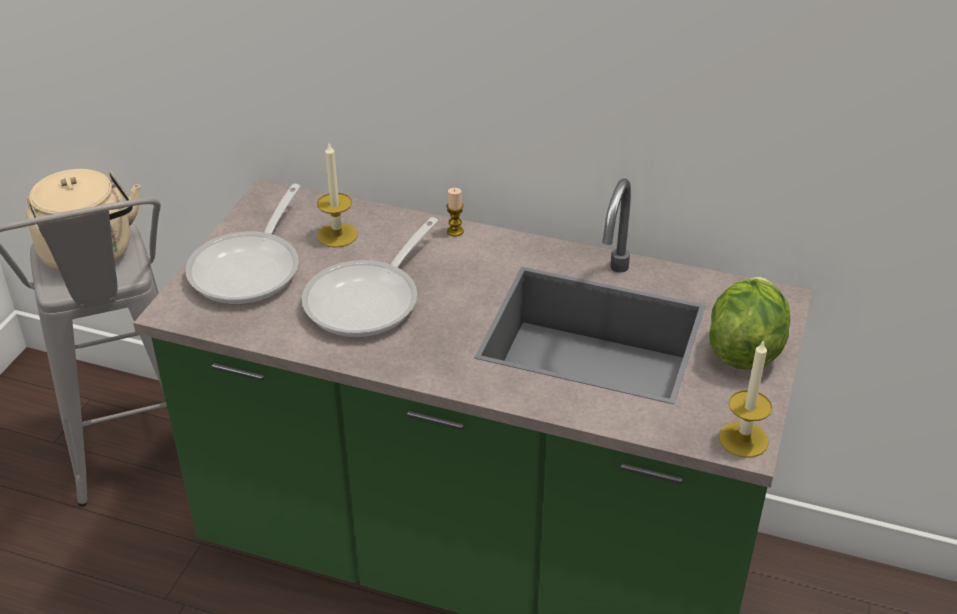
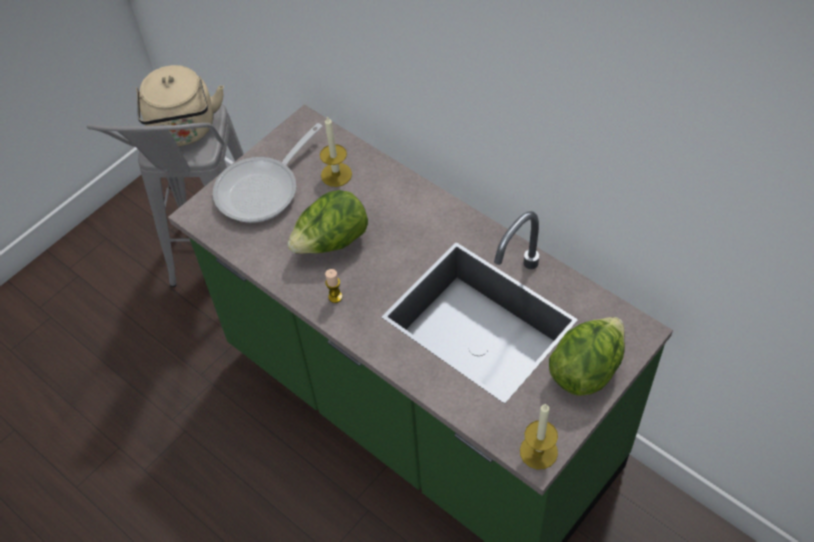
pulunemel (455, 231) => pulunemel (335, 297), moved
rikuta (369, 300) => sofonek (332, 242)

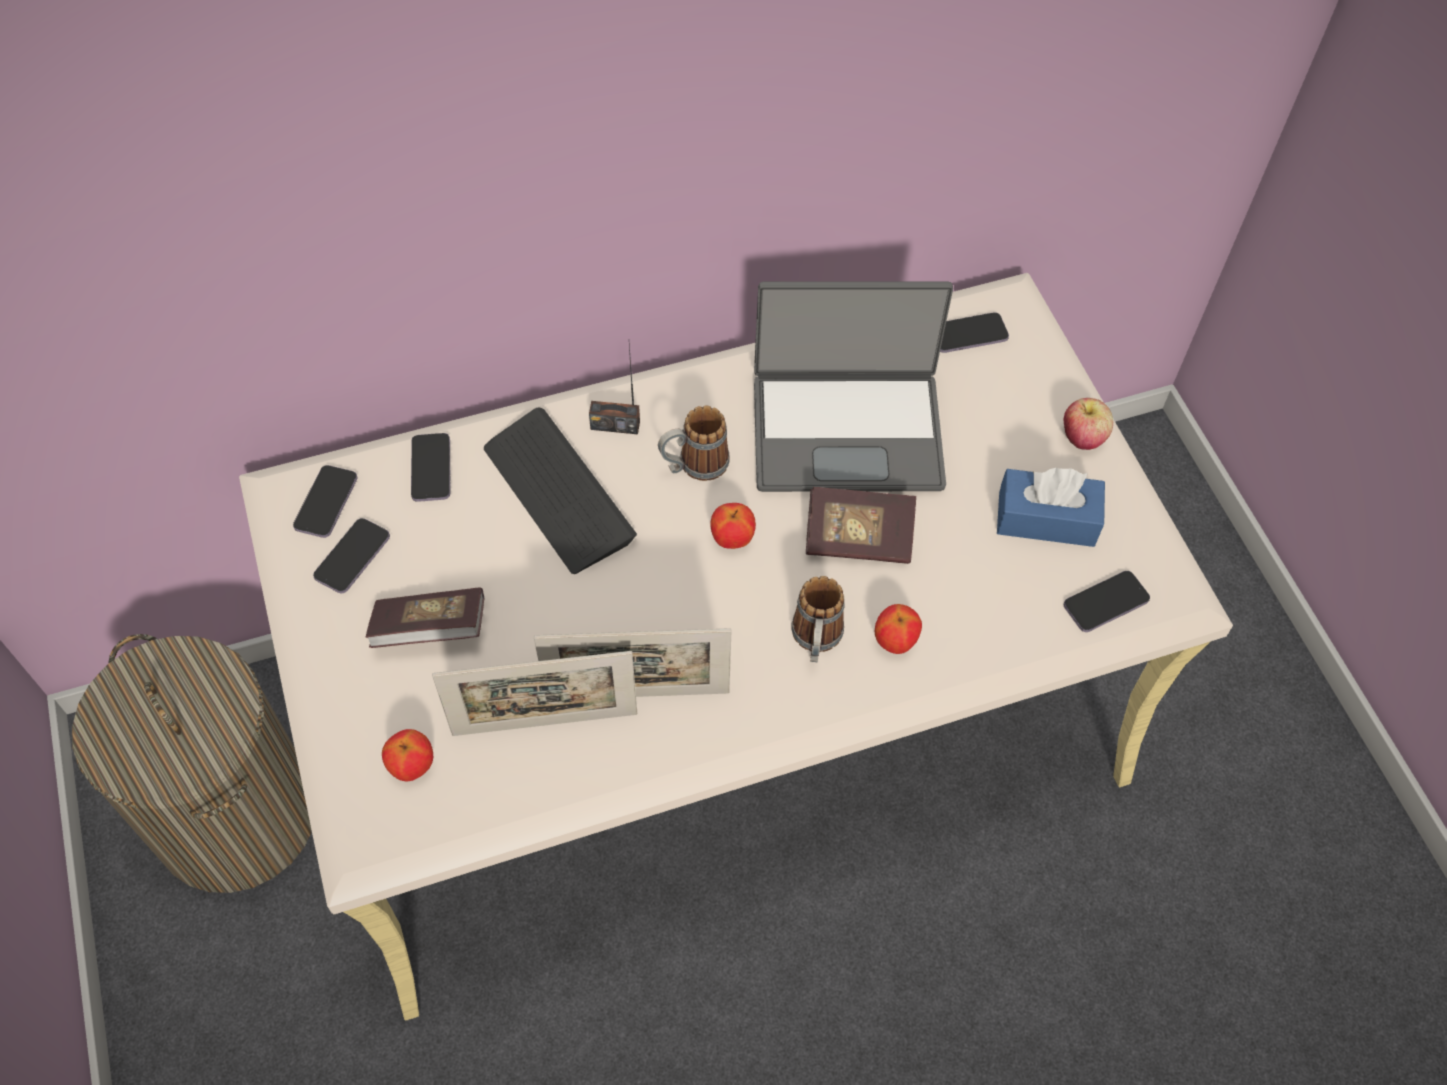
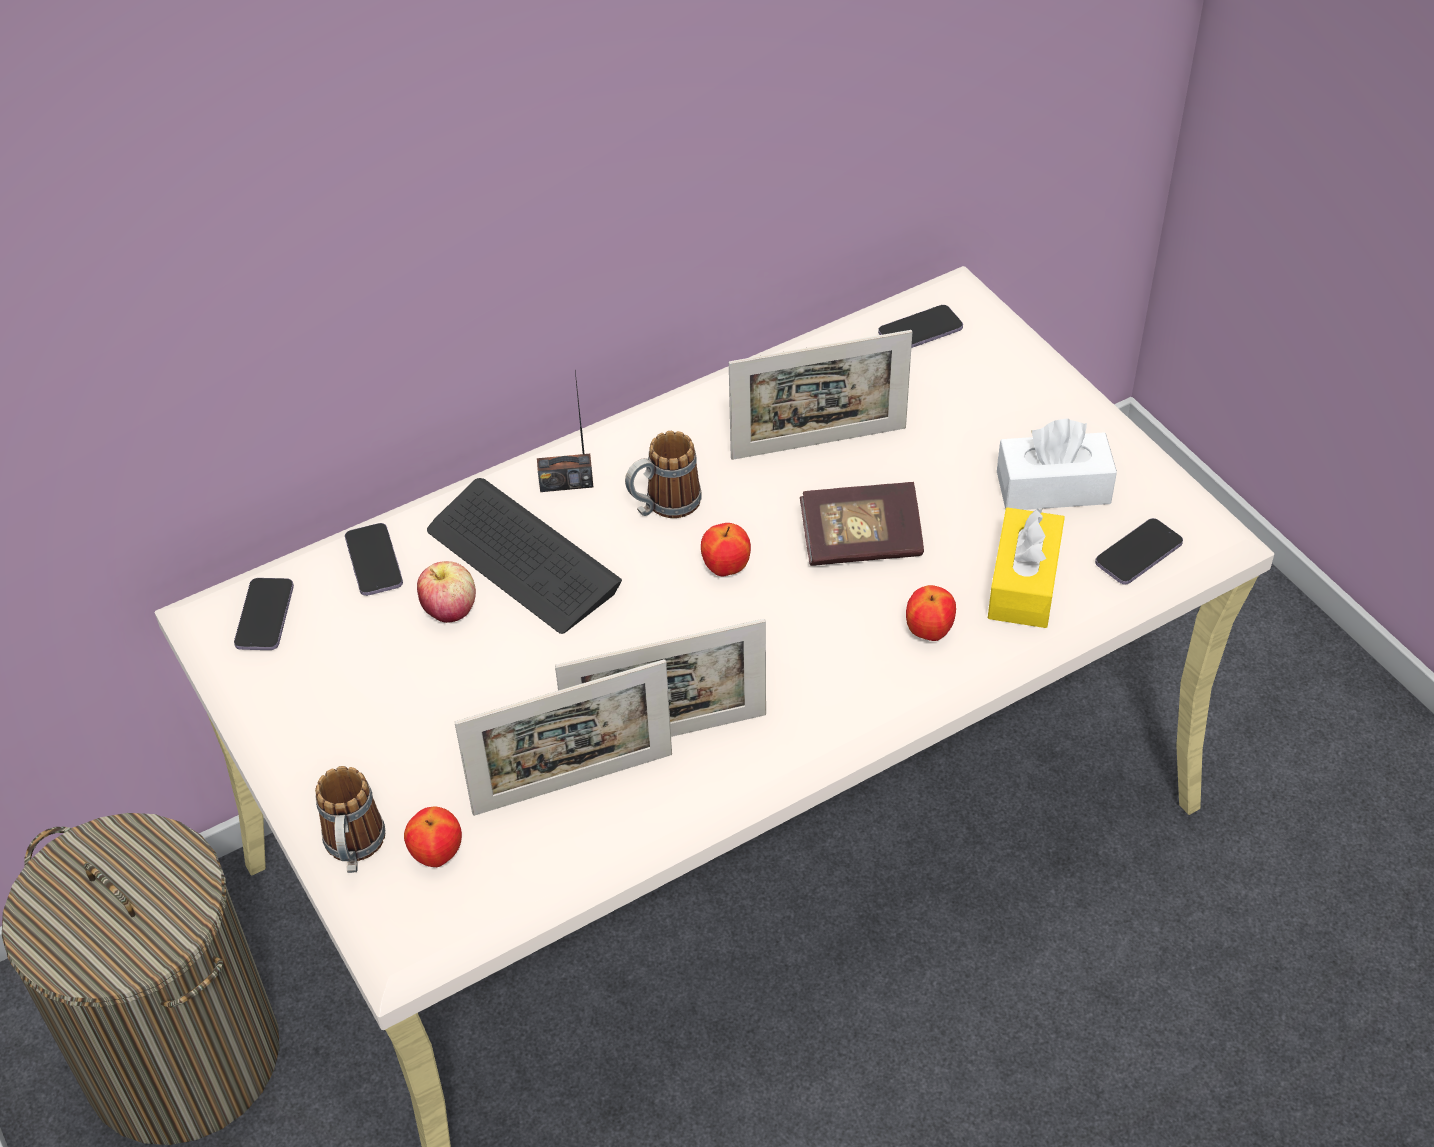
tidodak (847, 430) => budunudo (818, 443)
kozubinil (1082, 438) => kozubinil (450, 610), moved
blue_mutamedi (1046, 519) => white_mutamedi (1053, 488)
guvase (352, 557) => nothing
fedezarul (816, 641) => fedezarul (354, 850), moved
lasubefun (430, 629) => nothing
nothing => yellow_mutamedi (1024, 583)

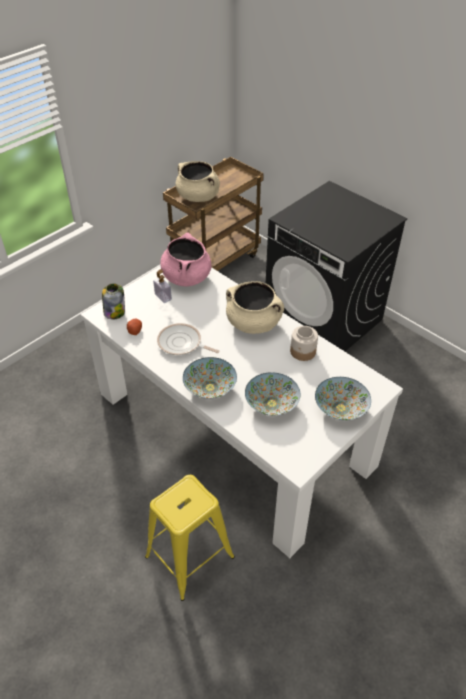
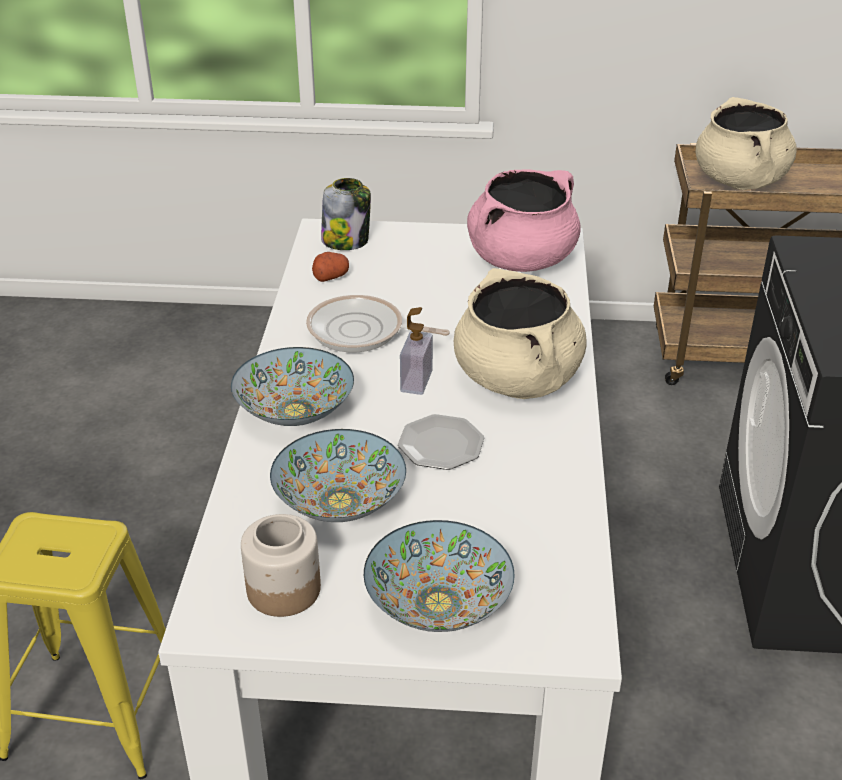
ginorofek (163, 297) => ginorofek (416, 381), moved
rikuta (181, 343) => rikuta (361, 332), 60 degrees counterclockwise
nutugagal (303, 352) => nutugagal (283, 590), moved
nothing => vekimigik (441, 444)

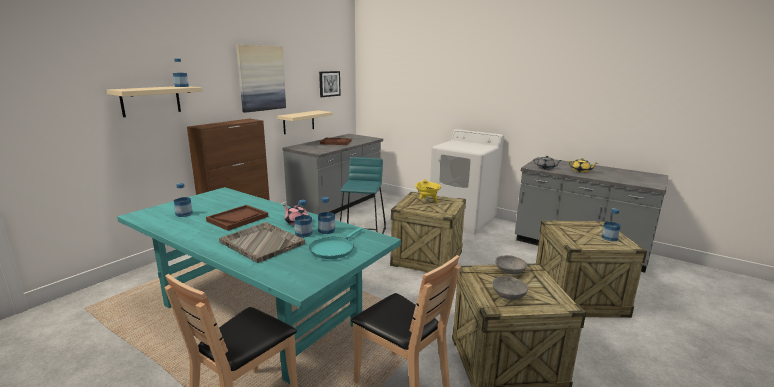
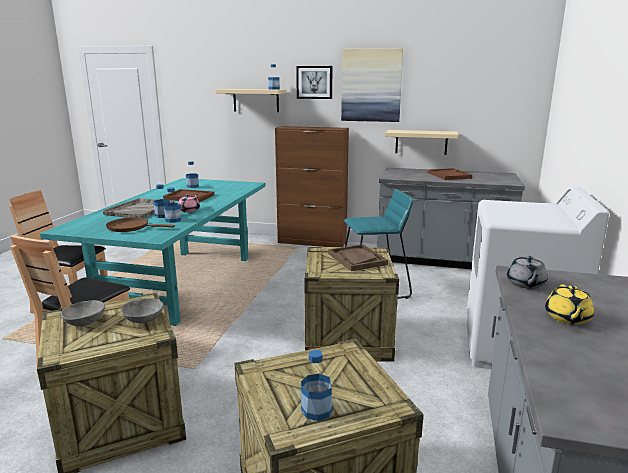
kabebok (329, 83) => kabebok (314, 82), moved
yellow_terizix (427, 201) => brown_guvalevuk (357, 259)
turquoise_rikuta (333, 249) => brown_rikuta (131, 227)

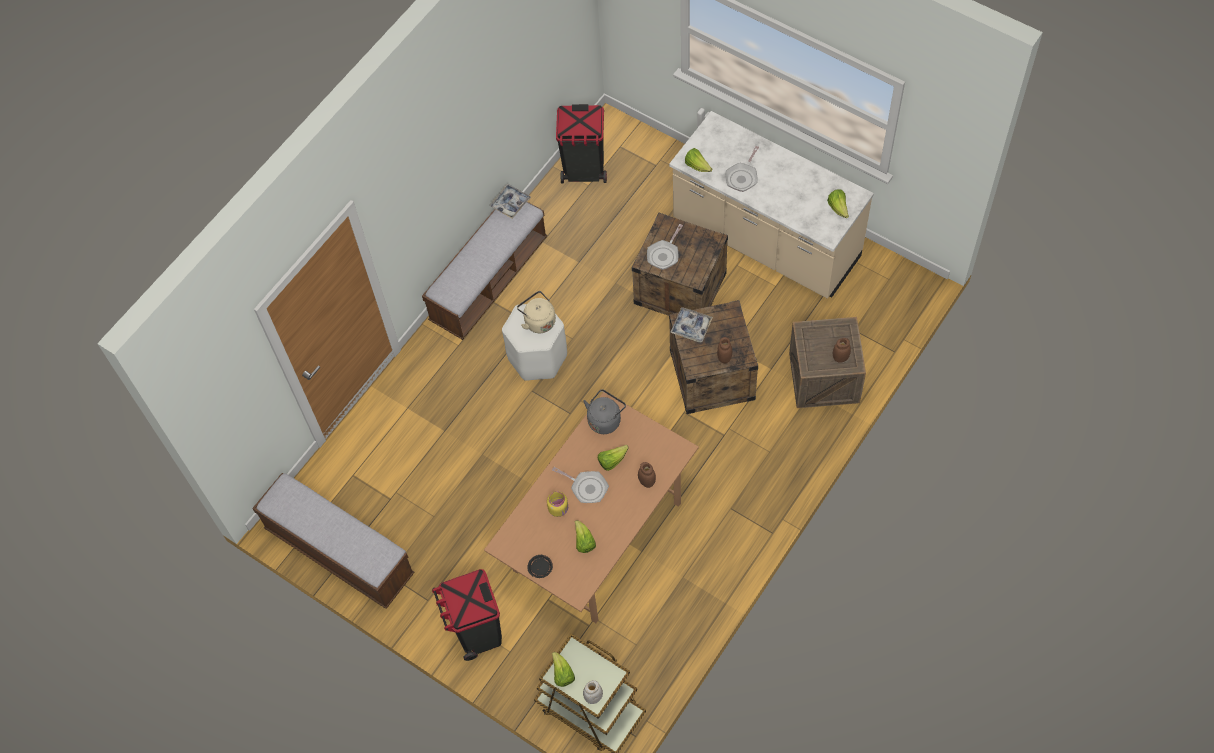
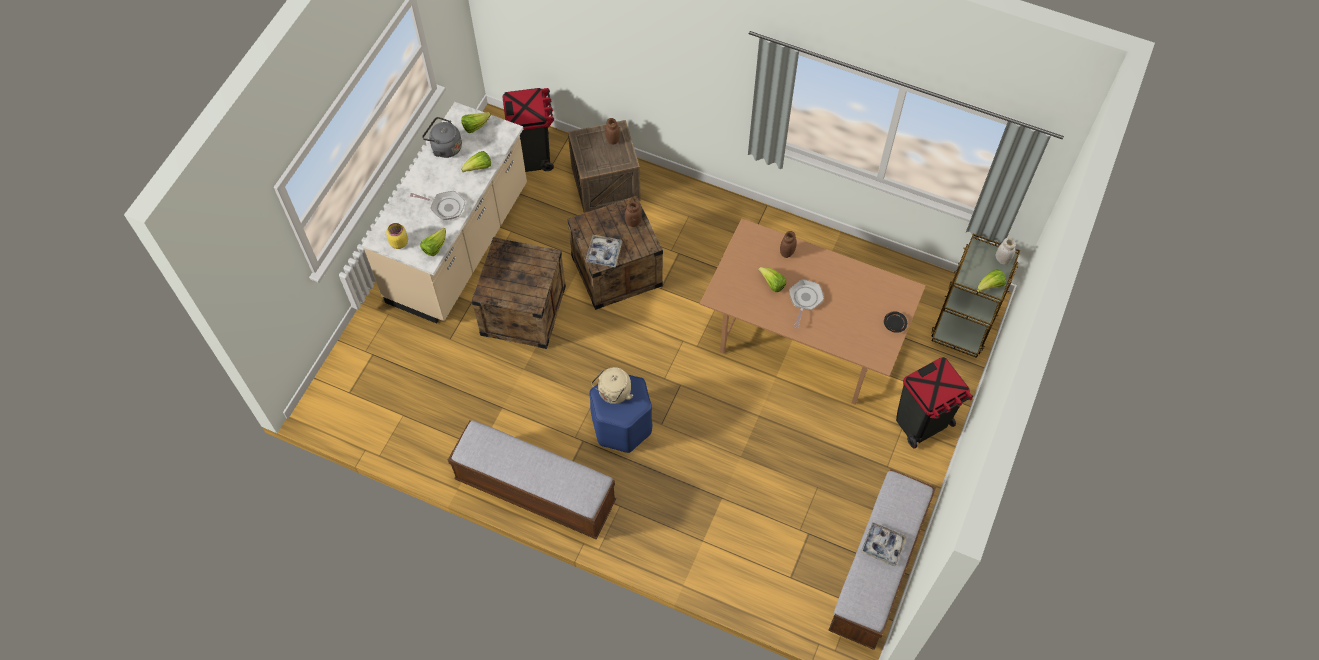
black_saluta (584, 170) => black_saluta (533, 155), moved
guvalevuk (510, 203) => guvalevuk (882, 546), moved
rikuta (664, 254) => nothing
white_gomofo (537, 357) => blue_gomofo (621, 426)
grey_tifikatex (605, 419) => grey_tifikatex (445, 147), moved
yellow_nutugagal (559, 509) => yellow_nutugagal (398, 242), moved
sofonek (584, 542) => sofonek (479, 168), moved

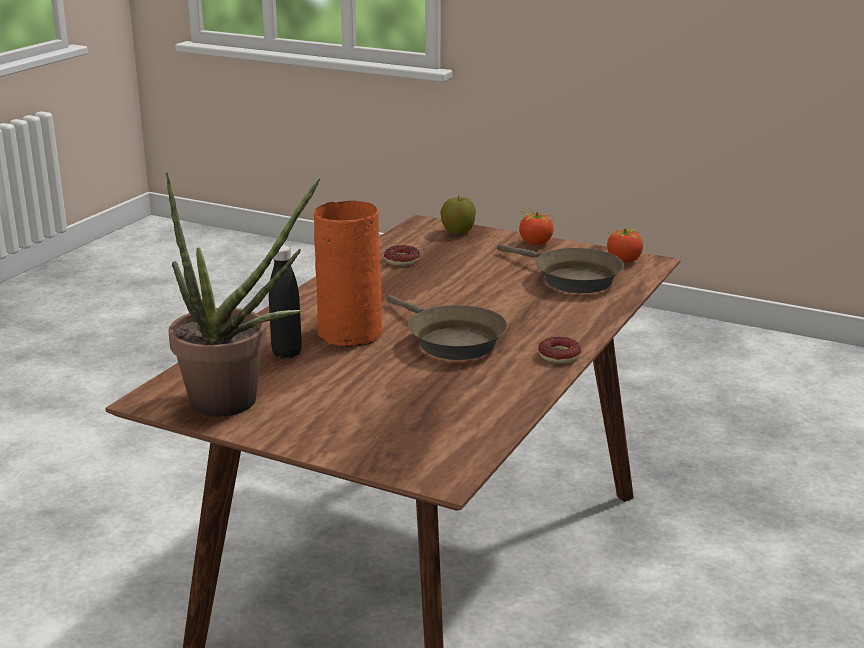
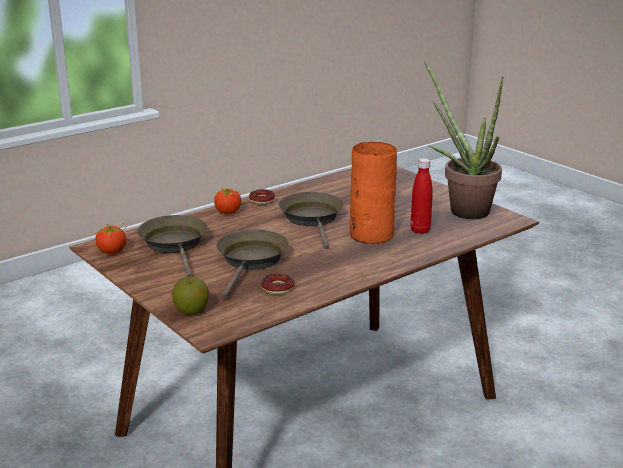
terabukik (535, 243) => terabukik (228, 212), moved
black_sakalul (287, 353) => red_sakalul (420, 230)
nothing => brown_rikuta (251, 261)

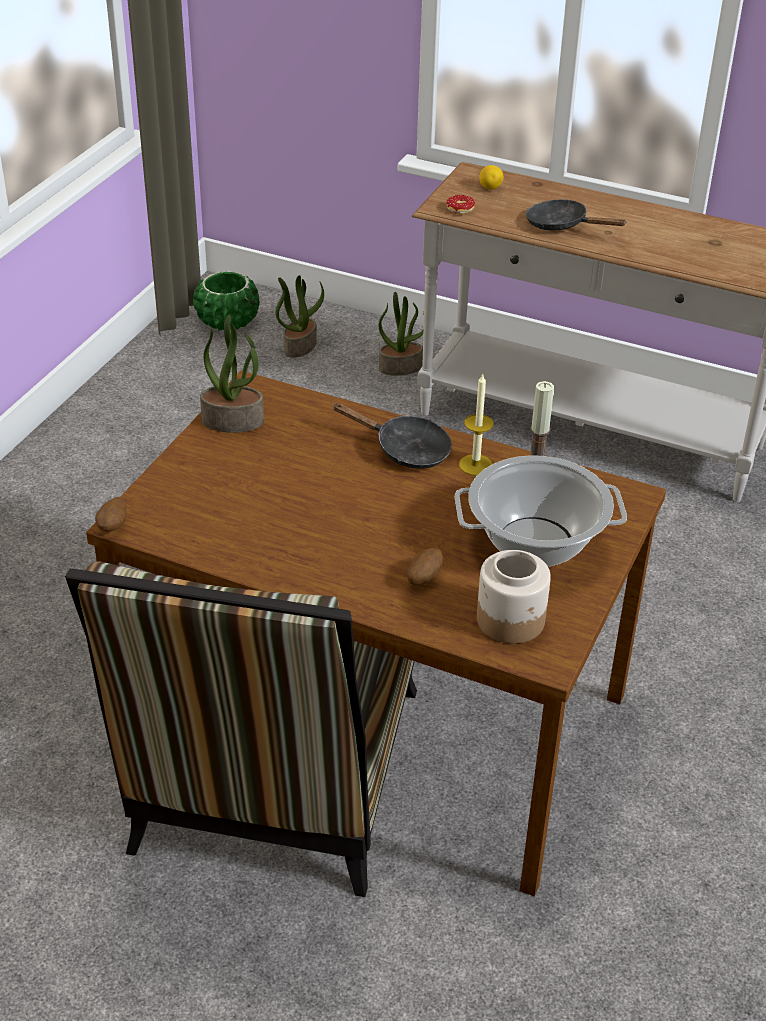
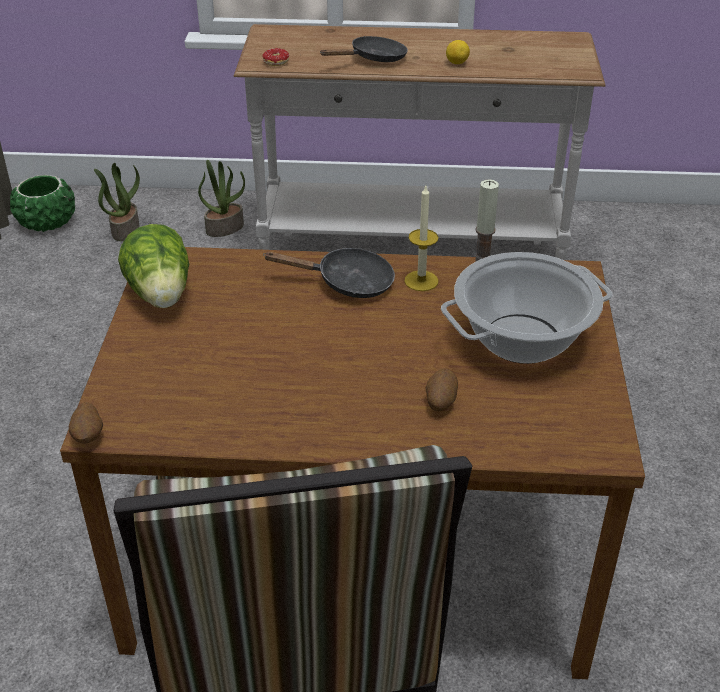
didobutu (490, 188) => didobutu (456, 63), moved
black_rikuta (562, 225) => black_rikuta (373, 59), 135 degrees clockwise
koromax (233, 420) => sofonek (161, 295)
nutugagal (511, 620) => nothing

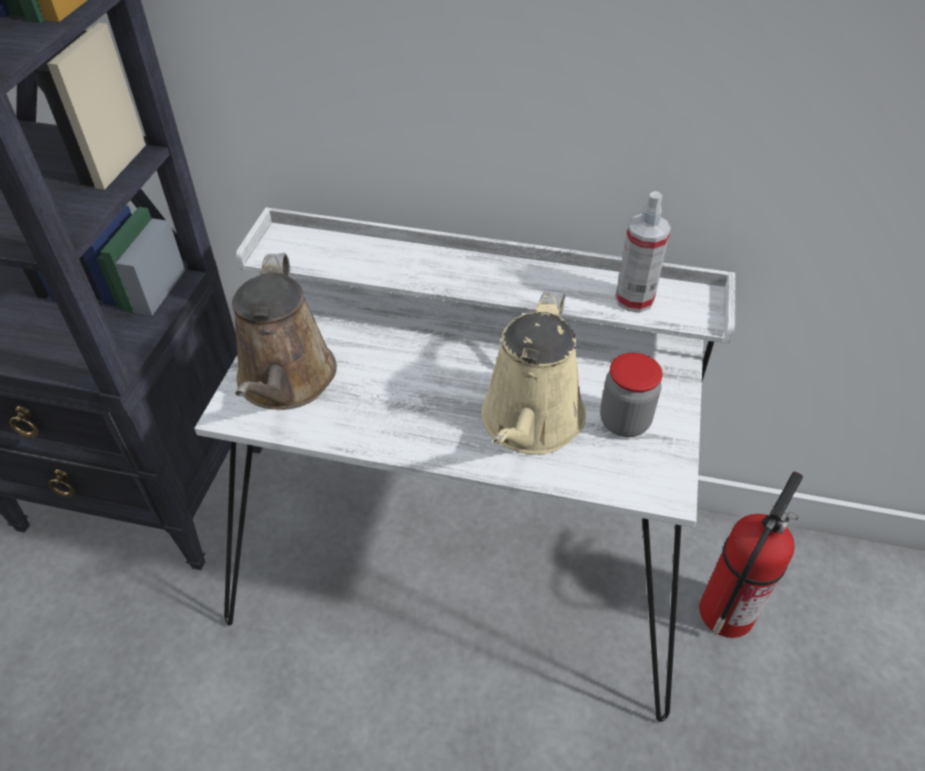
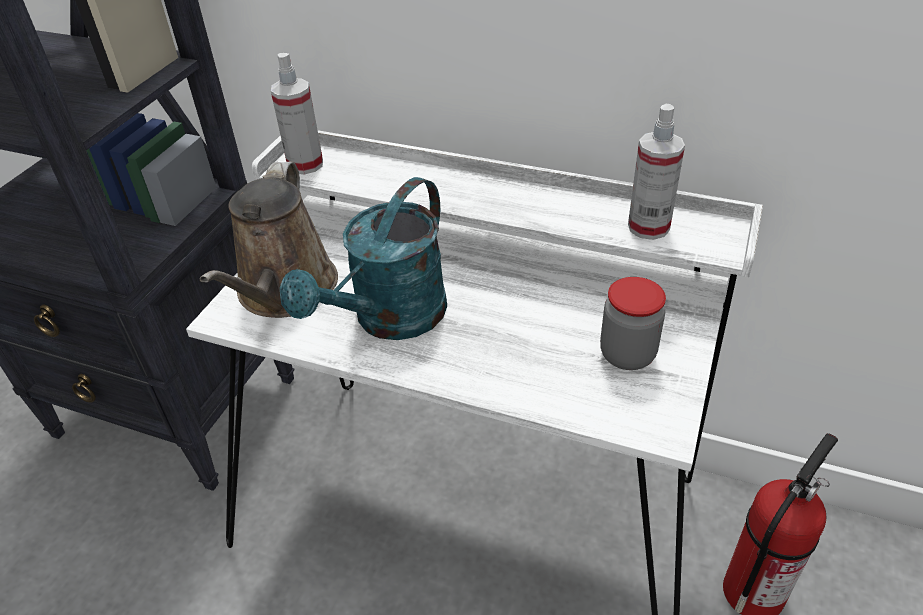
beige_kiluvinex (530, 423) => nothing
nothing => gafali (305, 164)
nothing => turquoise_kiluvinex (390, 320)

